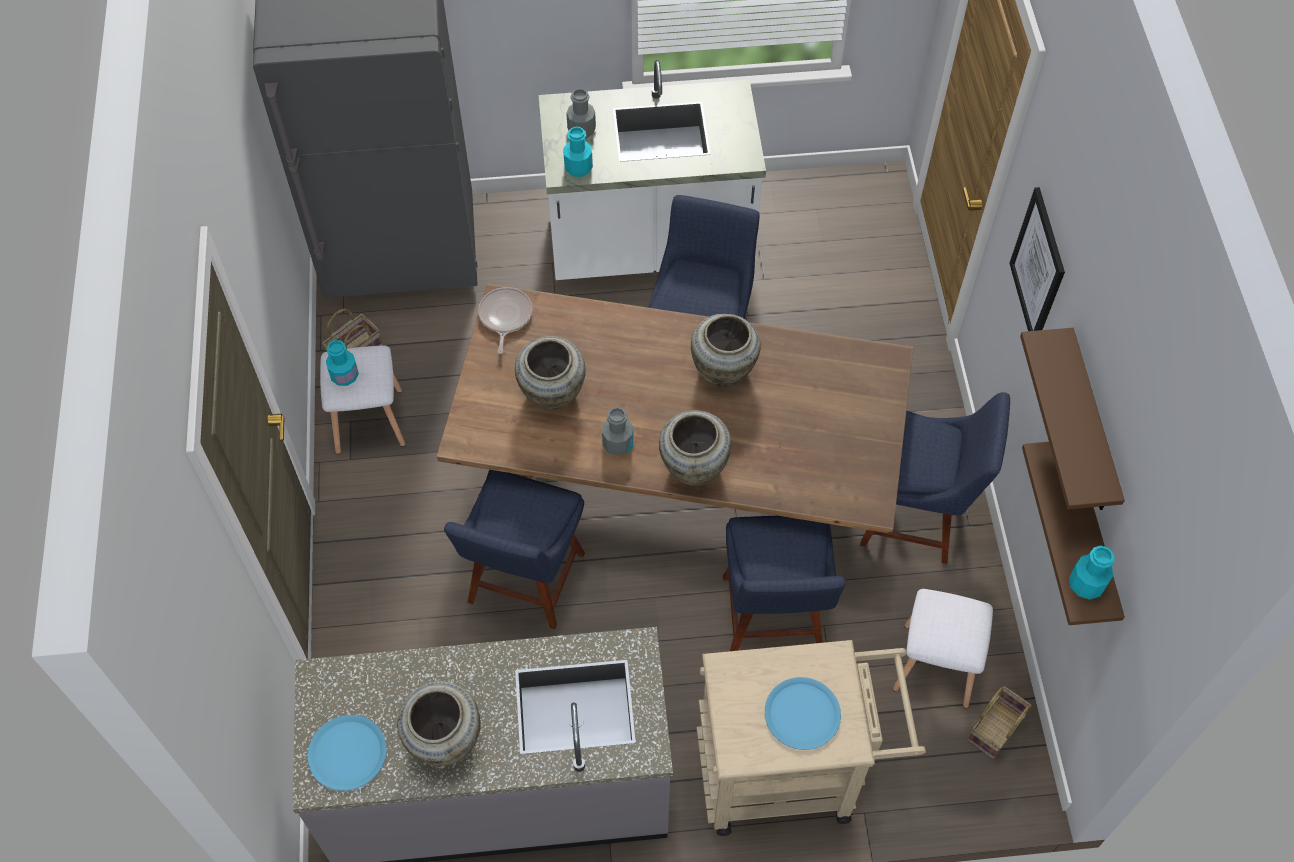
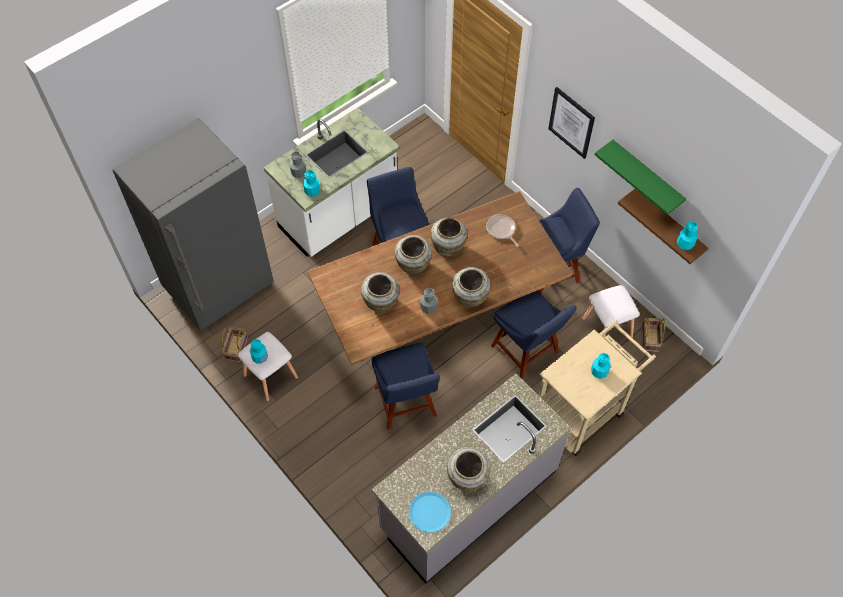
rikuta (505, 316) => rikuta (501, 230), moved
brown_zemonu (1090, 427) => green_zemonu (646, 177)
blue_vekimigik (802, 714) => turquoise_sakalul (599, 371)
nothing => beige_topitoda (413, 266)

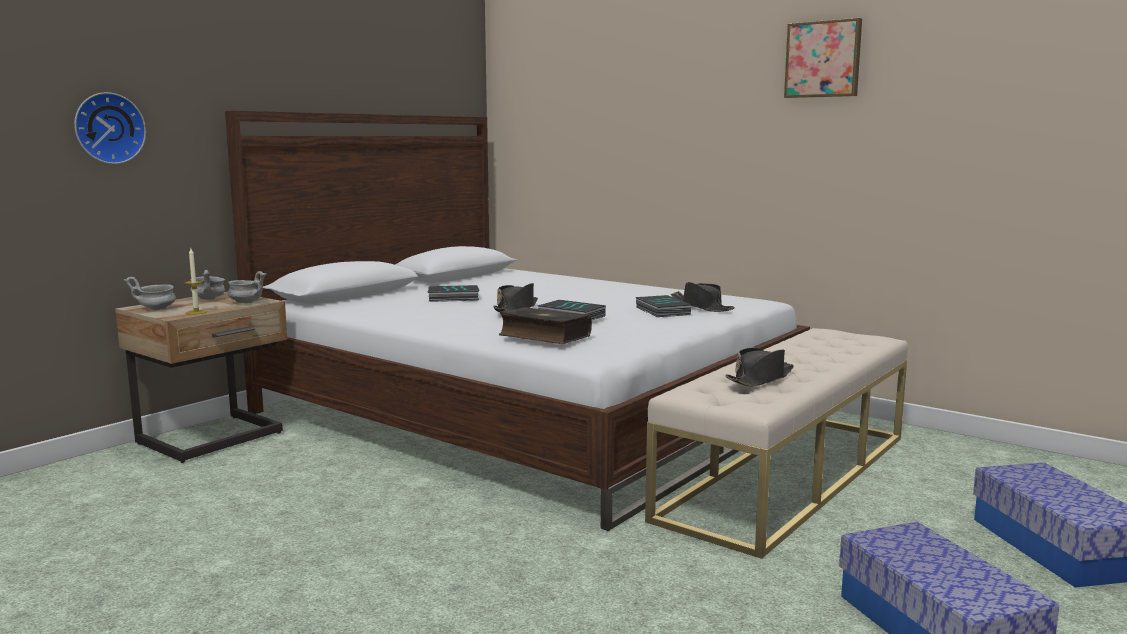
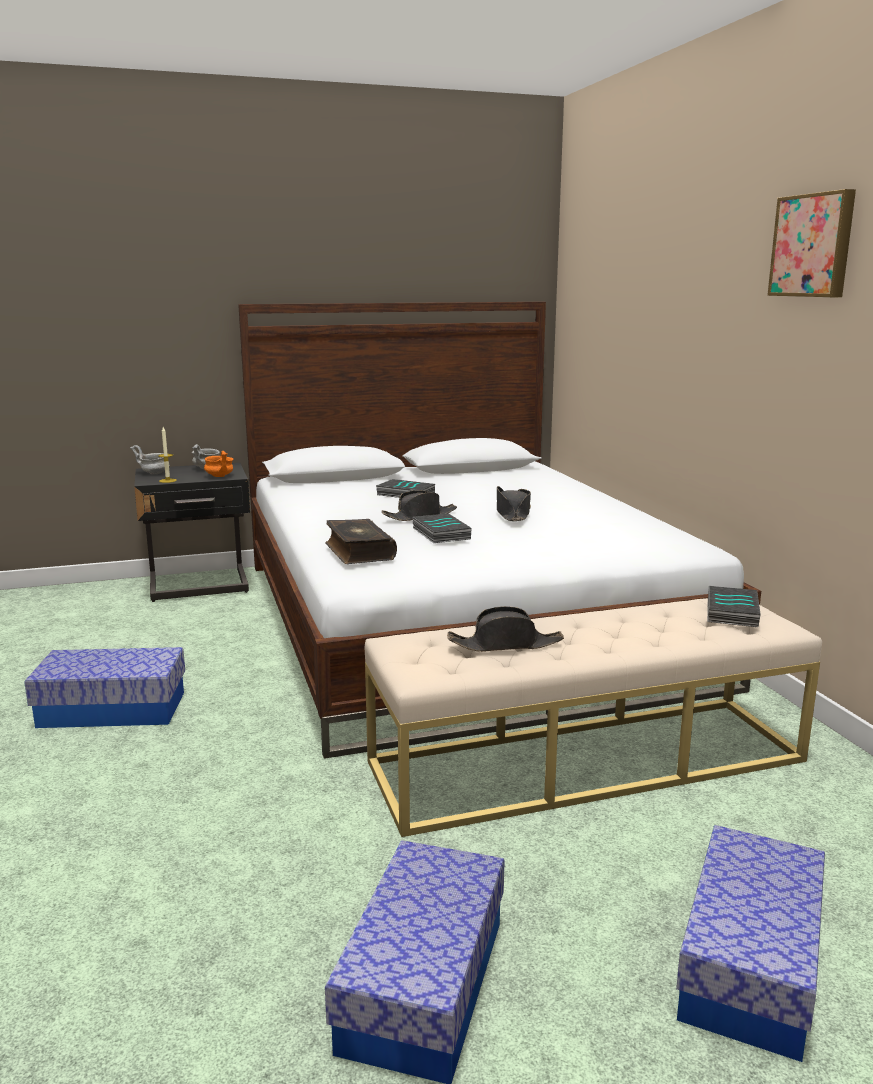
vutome (108, 128) => nothing
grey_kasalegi (247, 302) => orange_kasalegi (220, 476)
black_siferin (702, 307) => black_siferin (512, 513), moved
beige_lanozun (213, 439) => black_lanozun (199, 586)
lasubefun (661, 311) => lasubefun (730, 611), moved
nothing => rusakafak (112, 709)

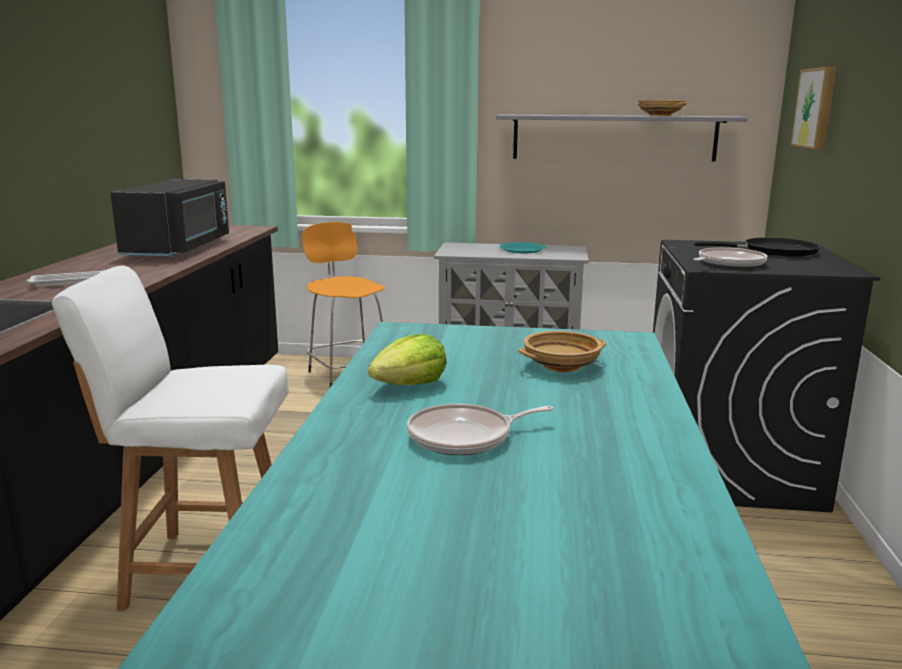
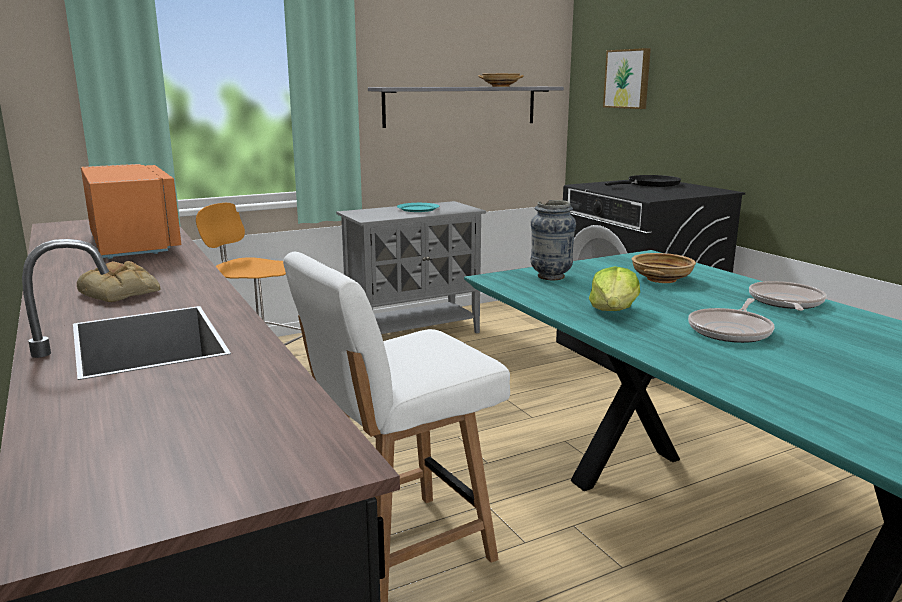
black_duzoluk (180, 248) => orange_duzoluk (135, 244)
rikuta (728, 264) => rikuta (785, 302), moved
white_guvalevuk (67, 282) => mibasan (121, 293)
nothing => topitoda (550, 276)

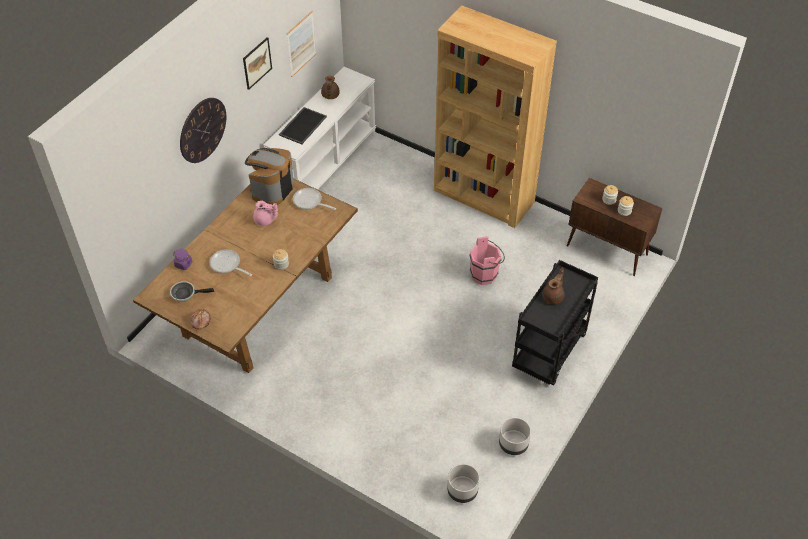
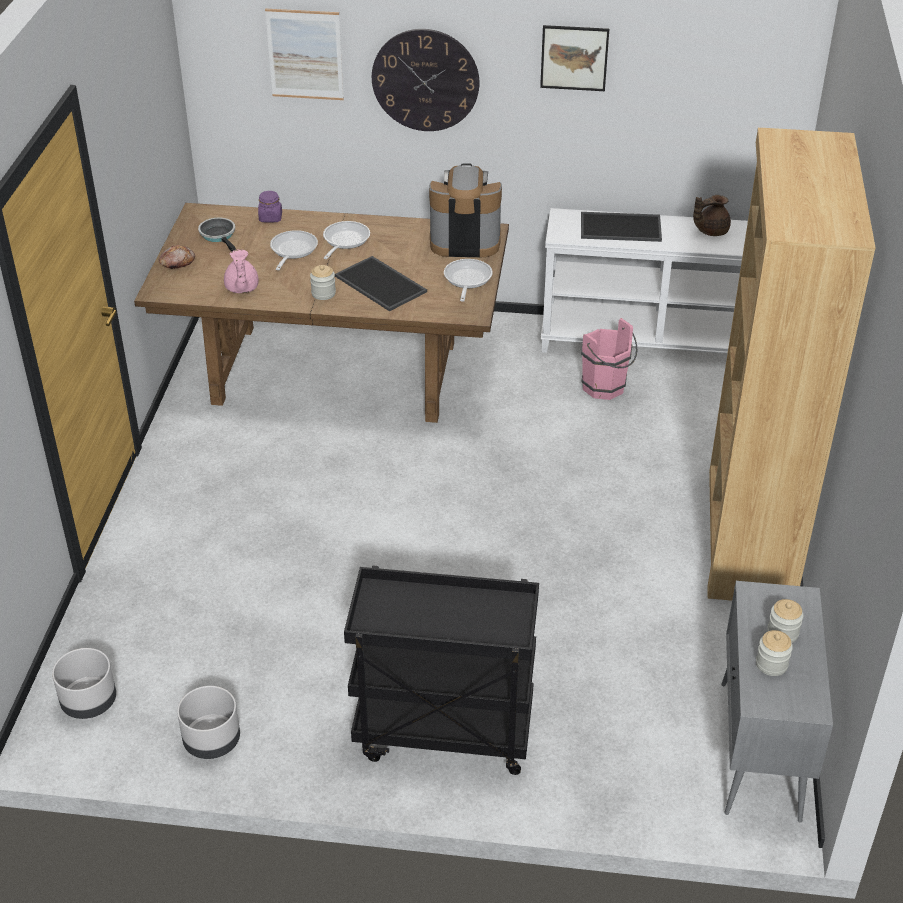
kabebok (301, 43) => kabebok (305, 54), moved
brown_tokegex (607, 251) => grey_tokegex (760, 752)
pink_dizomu (265, 220) => pink_dizomu (241, 288), moved
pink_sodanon (486, 275) => pink_sodanon (605, 388), moved
brown_dizomu (553, 296) => nothing
nothing => rikuta (344, 241)
nothing => guvalevuk (382, 284)

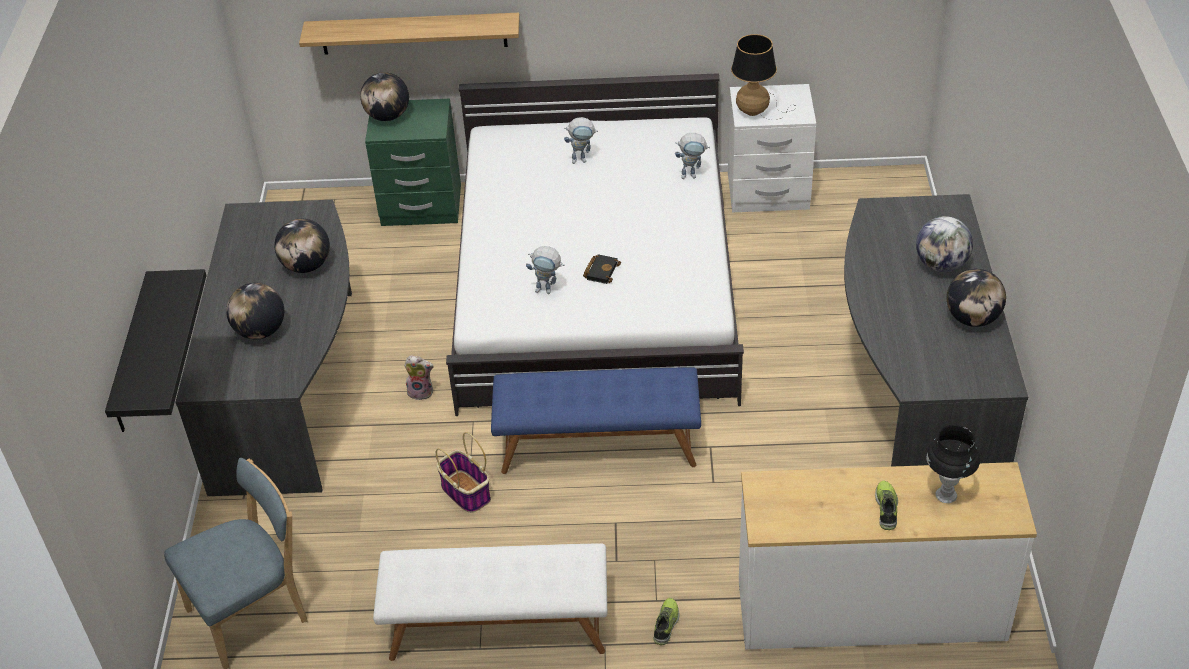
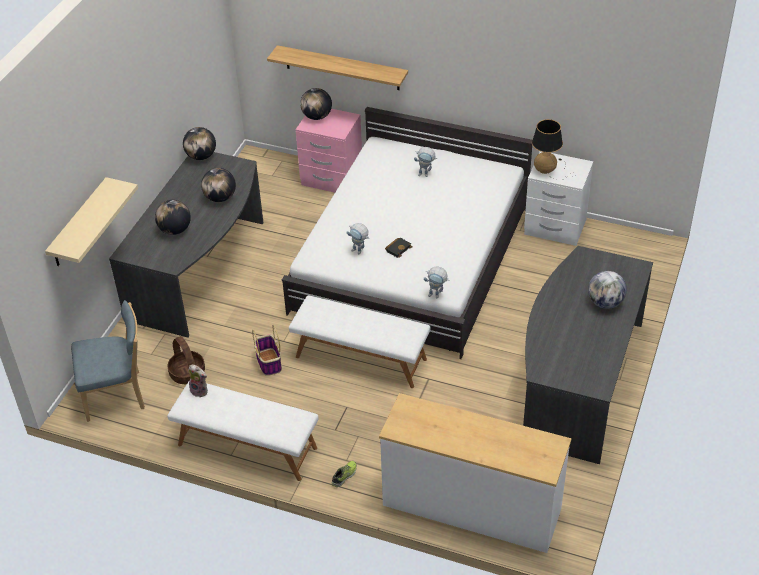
green_lanozun (421, 206) => pink_lanozun (331, 179)
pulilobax (692, 175) => pulilobax (437, 295), moved
black_zemonu (132, 355) => beige_zemonu (79, 224)
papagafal (972, 318) => papagafal (201, 156), moved
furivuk (421, 391) => furivuk (200, 390), moved
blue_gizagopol (598, 445) => white_gizagopol (361, 357)
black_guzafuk (946, 495) => nothing
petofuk (887, 508) => nothing
nothing => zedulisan (187, 373)

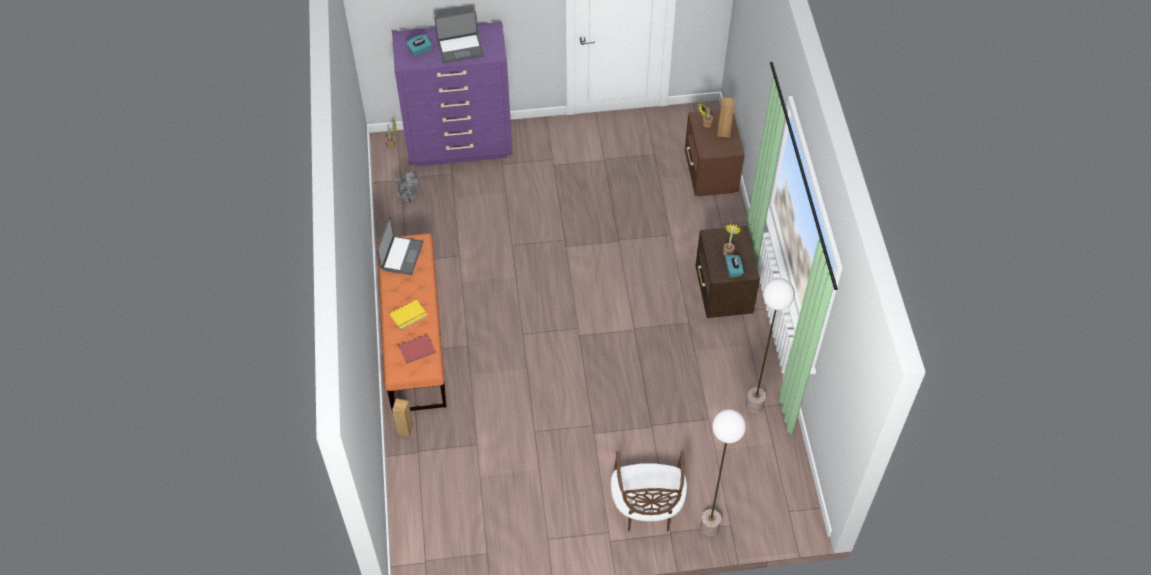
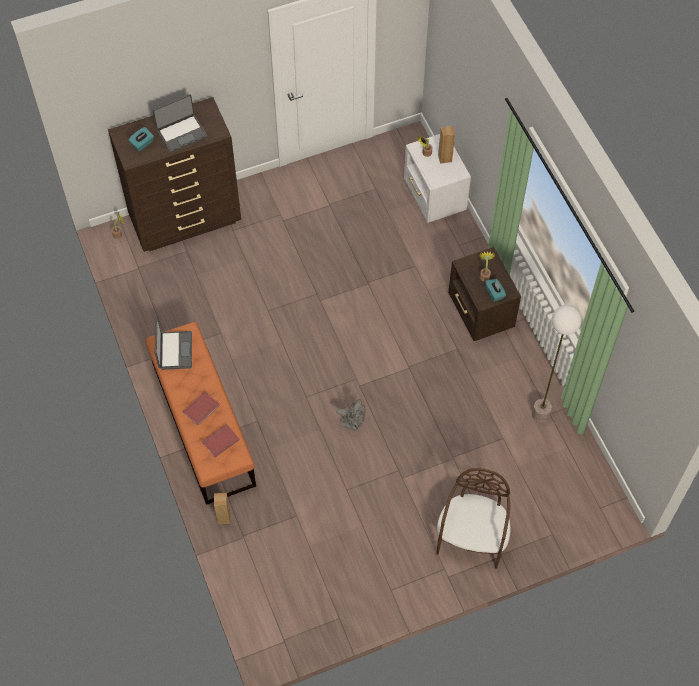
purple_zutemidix (460, 146) => brown_zutemidix (186, 221)
brown_lanozun (709, 175) => white_lanozun (434, 199)
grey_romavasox (408, 198) => grey_romavasox (353, 424), moved
yellow_lasubefun (409, 316) => red_lasubefun (202, 409)
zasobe (709, 526) => nothing
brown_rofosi (646, 508) => brown_rofosi (472, 537), 150 degrees counterclockwise

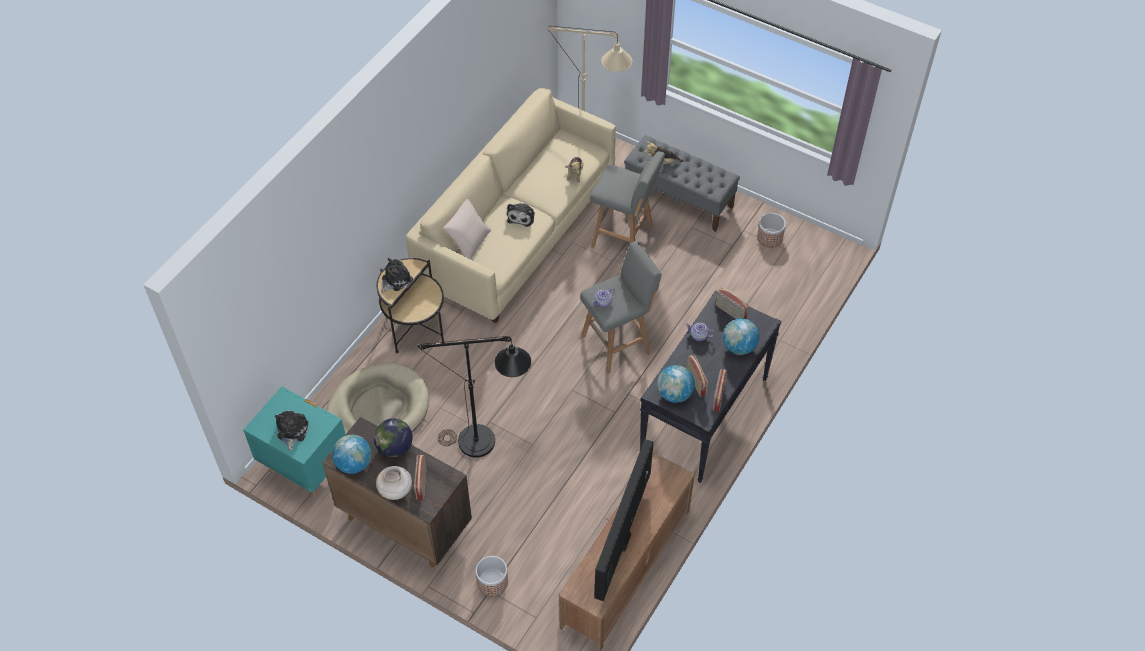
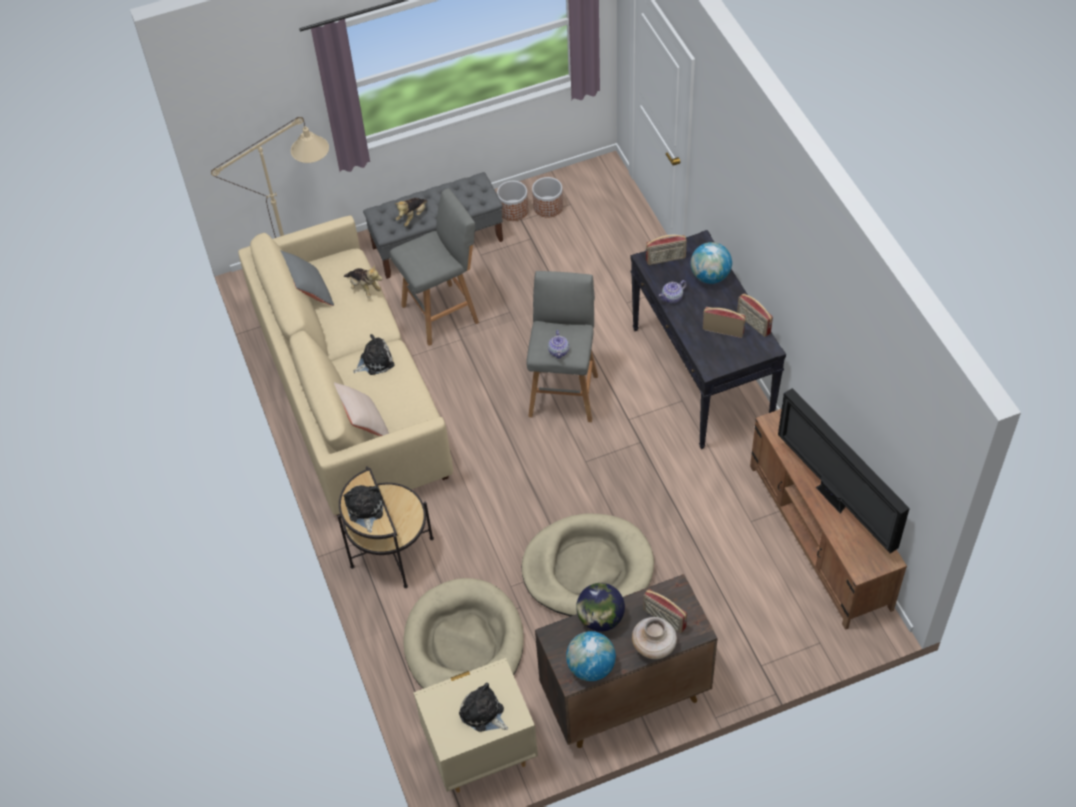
furivuk (522, 216) => furivuk (375, 361), 75 degrees counterclockwise
black_zasobe (487, 443) => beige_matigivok (588, 569)
papagafal (674, 394) => nothing
turquoise_lanozun (306, 468) => beige_lanozun (481, 754)
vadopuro (492, 582) => vadopuro (513, 210), moved
nothing => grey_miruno (309, 292)

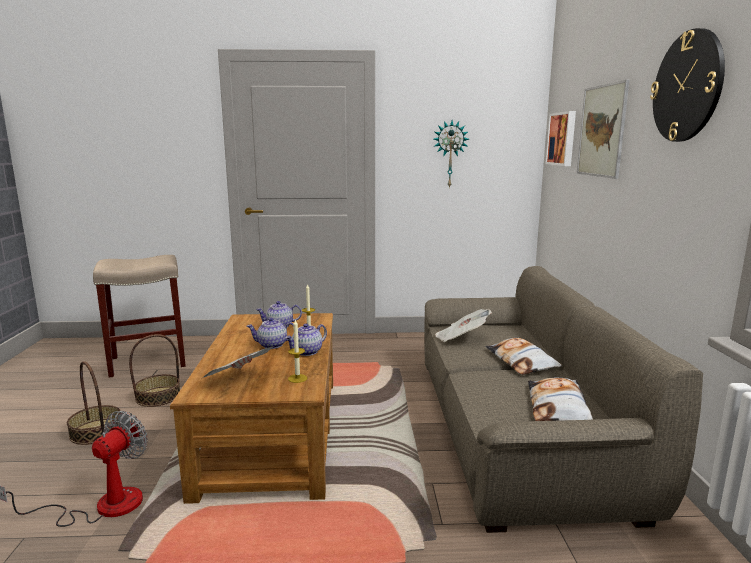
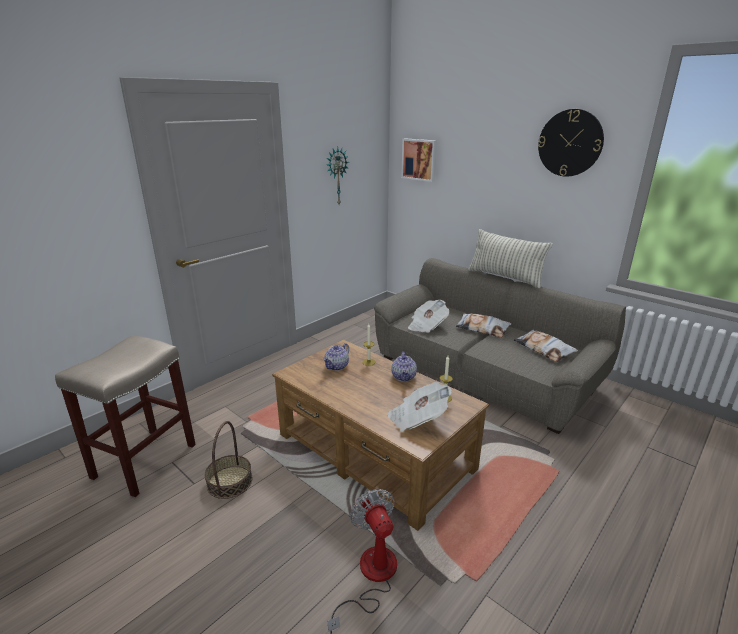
kabebok (601, 131) => nothing
dizomu (272, 345) => nothing
zedulisan (96, 431) => nothing
nothing => miruno (505, 277)

